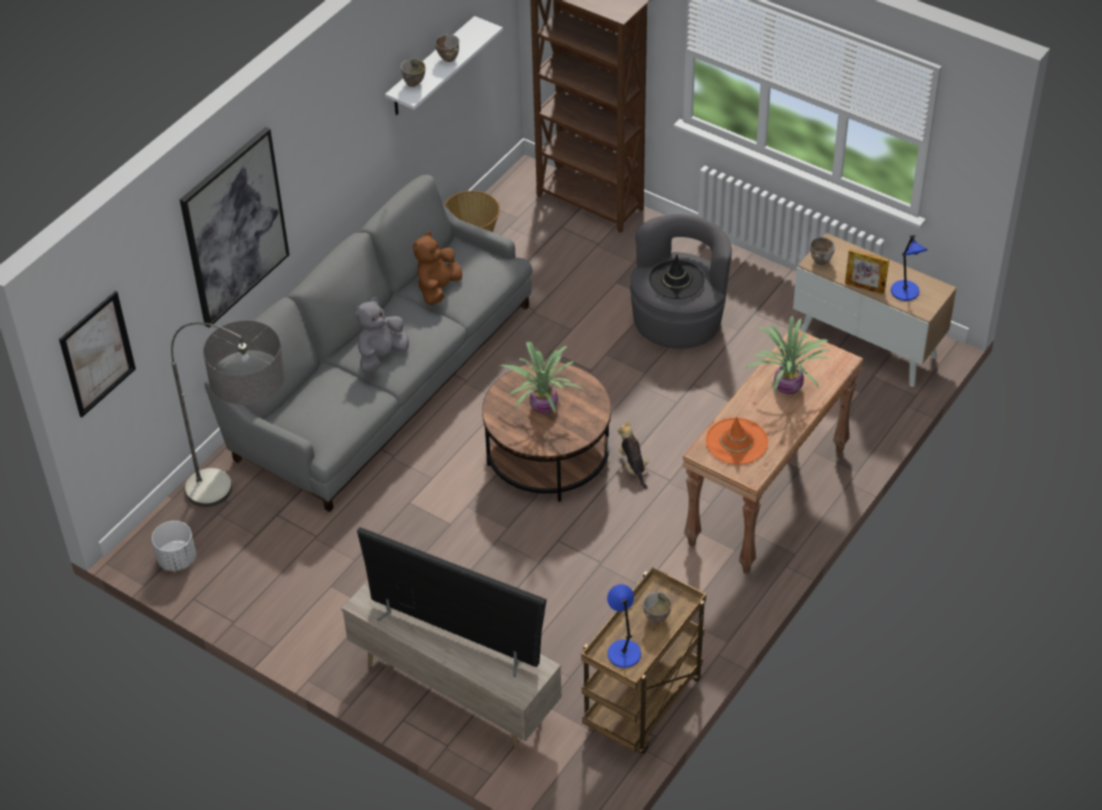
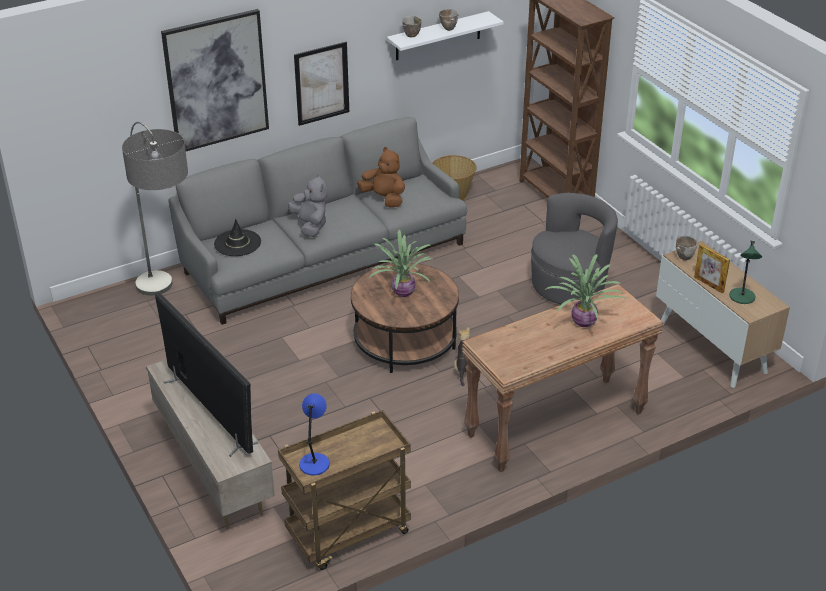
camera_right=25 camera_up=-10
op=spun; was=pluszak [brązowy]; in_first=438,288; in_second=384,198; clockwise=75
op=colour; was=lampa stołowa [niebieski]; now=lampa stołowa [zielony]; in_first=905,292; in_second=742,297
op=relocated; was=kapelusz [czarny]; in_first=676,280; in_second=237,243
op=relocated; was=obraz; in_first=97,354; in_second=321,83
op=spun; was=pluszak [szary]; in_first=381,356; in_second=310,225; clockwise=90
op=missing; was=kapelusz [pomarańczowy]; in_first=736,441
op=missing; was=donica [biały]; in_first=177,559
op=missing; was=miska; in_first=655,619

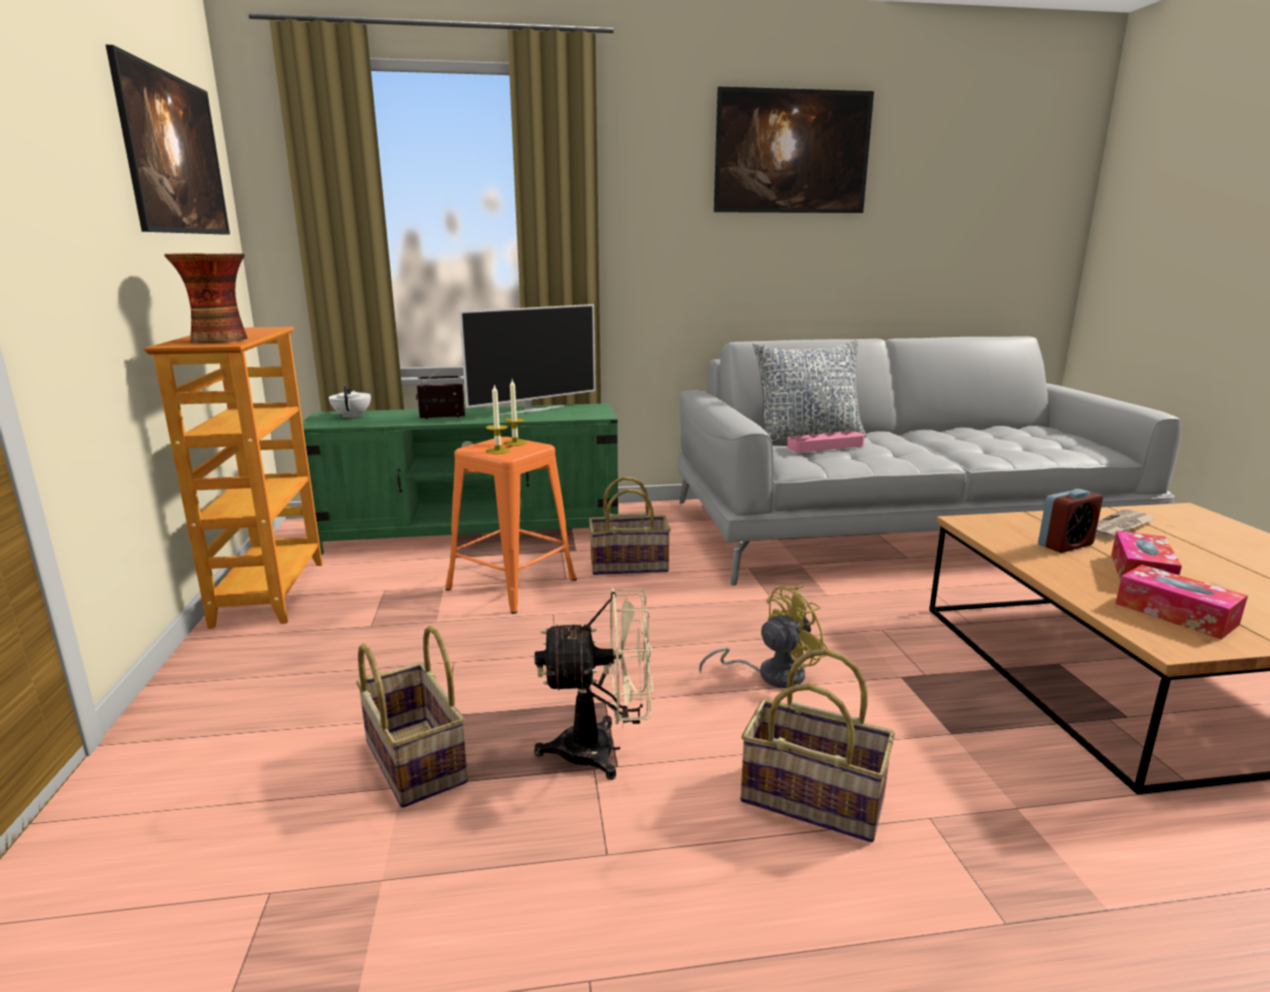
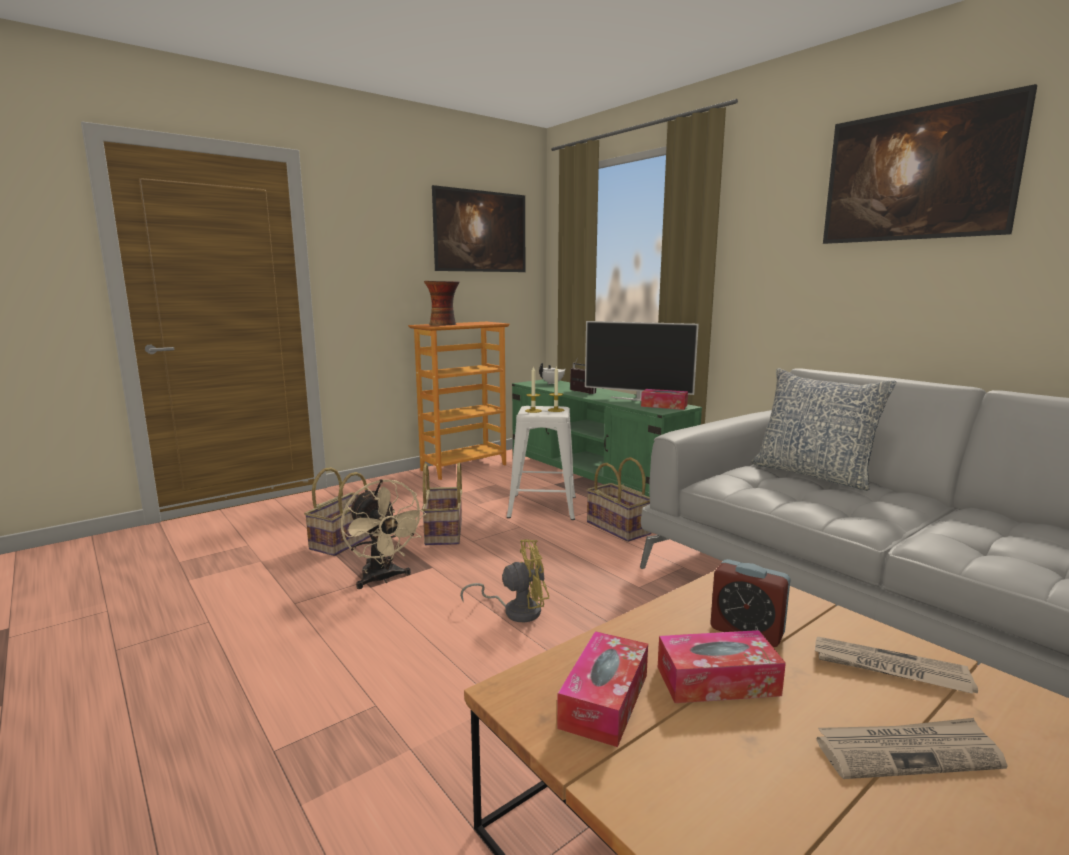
camera_right=60 camera_up=-5
op=missing; was=taca [różowy]; in_first=825,446
op=colour; was=stołek [pomarańczowy]; now=stołek [biały]; in_first=512,584; in_second=542,506
op=spun; was=wentylator [żółty]; in_first=771,674; in_second=516,610; clockwise=-45
op=relocated; was=koszyk; in_first=813,798; in_second=445,532
op=appeared; now=pudełko chusteczek; in_second=664,406
op=appeared; now=gazeta; in_second=908,752

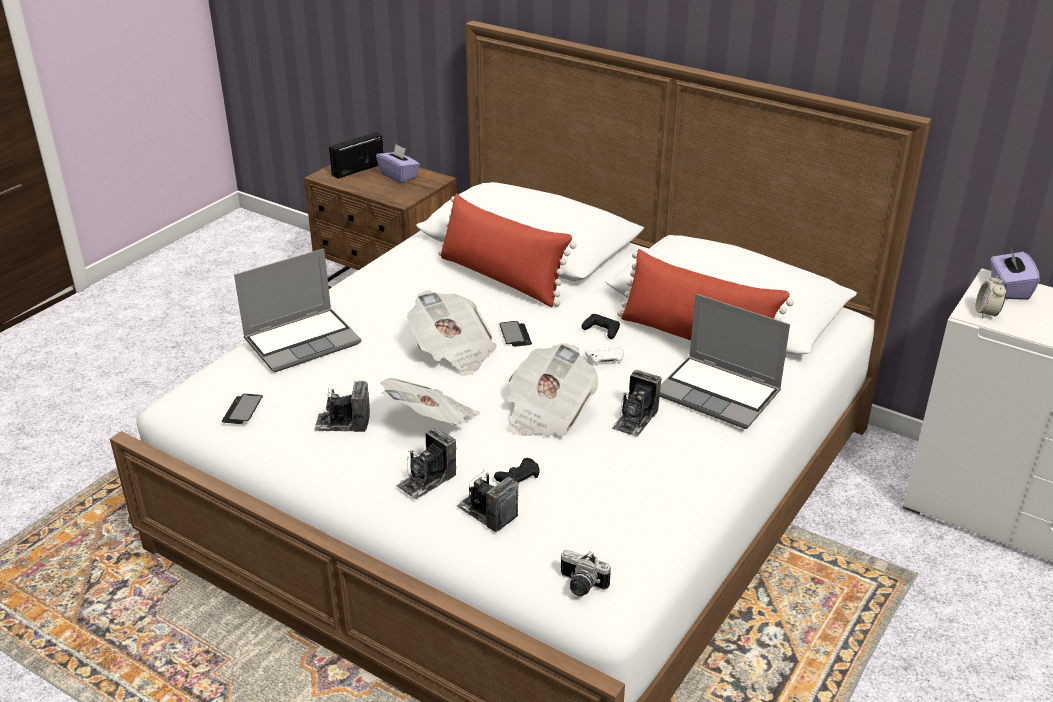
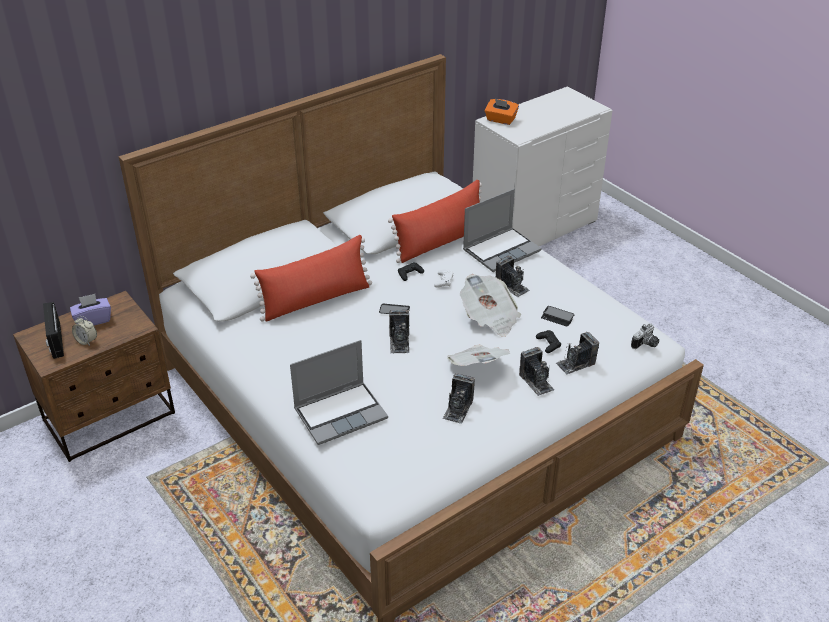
camera_right=-70 camera_up=5
op=spun; was=laptop; in_first=303,341; in_second=341,413; clockwise=75
op=colour; was=pudełko chusteczek [fioletowy]; now=pudełko chusteczek [pomarańczowy]; in_first=1008,289; in_second=500,120
op=relocated; was=budzik; in_first=986,313; in_second=87,341
op=exchanged; was=gazeta; now=aparat fotograficzny; in_first=453,352; in_second=399,342
op=relocated; was=telefon; in_first=242,410; in_second=557,317

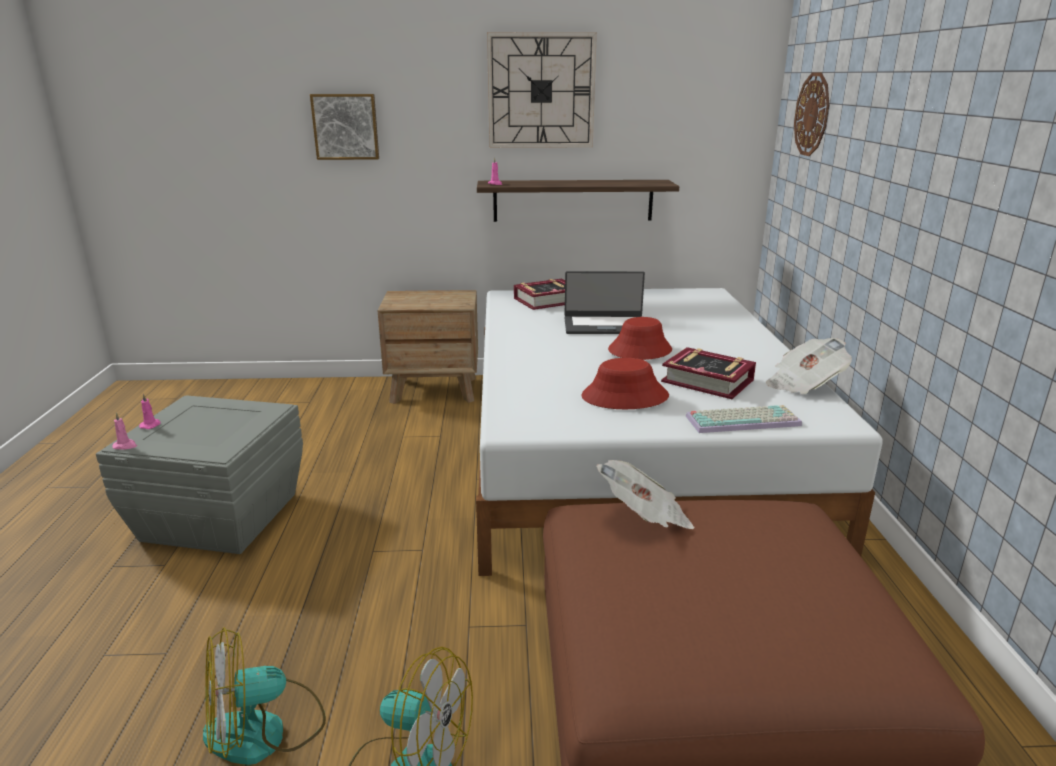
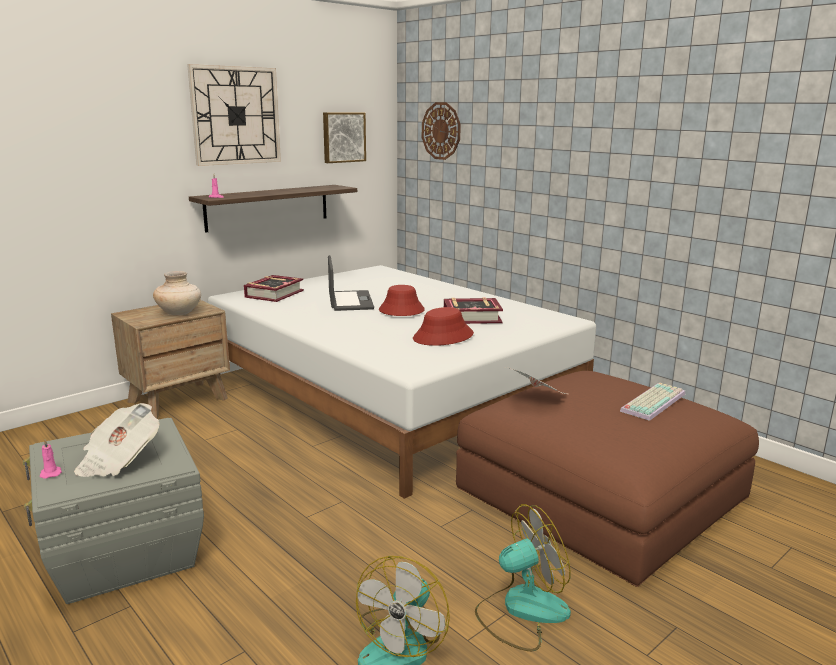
camera_right=-40 camera_up=-5
op=relocated; was=obraz; in_first=346,126; in_second=343,137
op=spun; was=laptop; in_first=604,325; in_second=349,301; clockwise=-60
op=relocated; was=gazeta; in_first=804,384; in_second=118,460
op=relocated; was=klawiatura; in_first=743,420; in_second=652,401
op=missing; was=świeca [różowy]; in_first=125,446
op=appeared; now=wazon [beżowy]; in_second=179,313

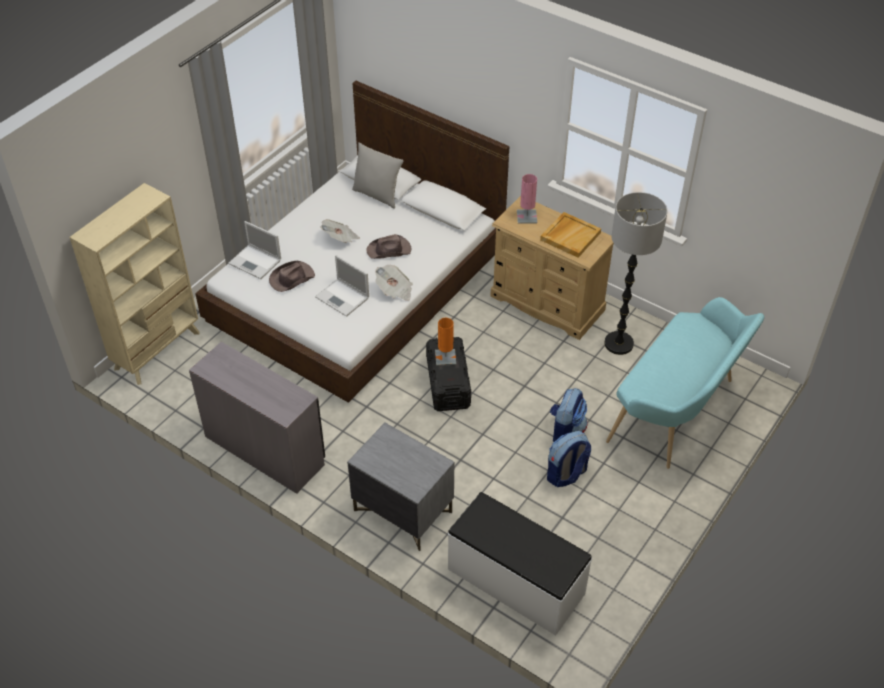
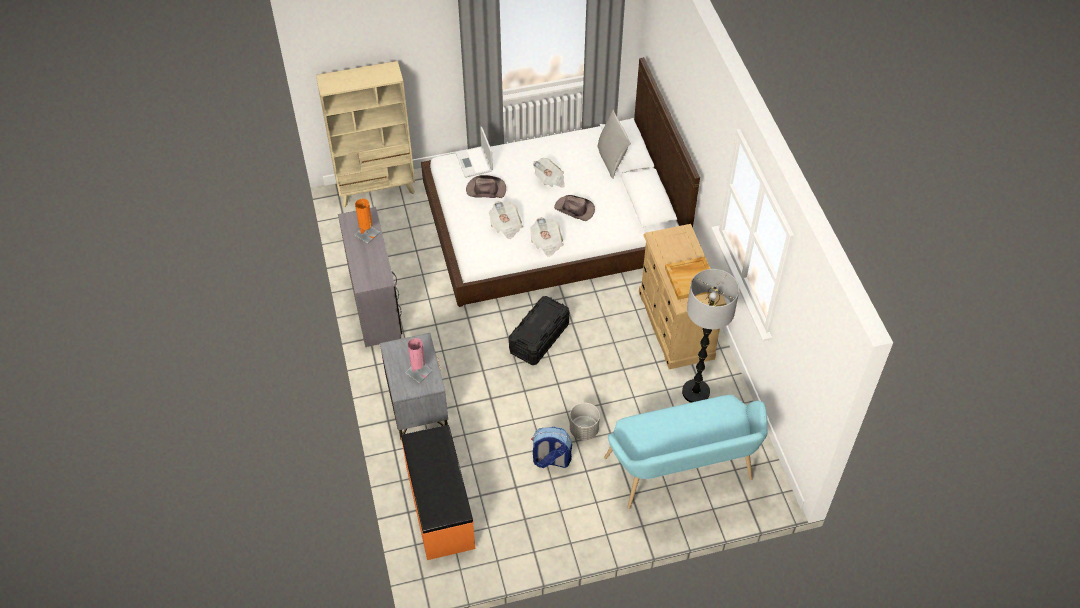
camera_right=40 camera_up=5
op=relocated; was=lampa stołowa [różowy]; in_first=526,217; in_second=419,372
op=exchanged; was=laptop; now=gazeta; in_first=343,298; in_second=506,226
op=relocated; was=lampa stołowa [pomarańczowy]; in_first=445,357; in_second=367,234
op=exchanged; was=plecak; now=donica [szary]; in_first=565,431; in_second=584,429
op=colour; was=ławka [biały]; now=ławka [pomarańczowy]; in_first=515,582; in_second=439,506

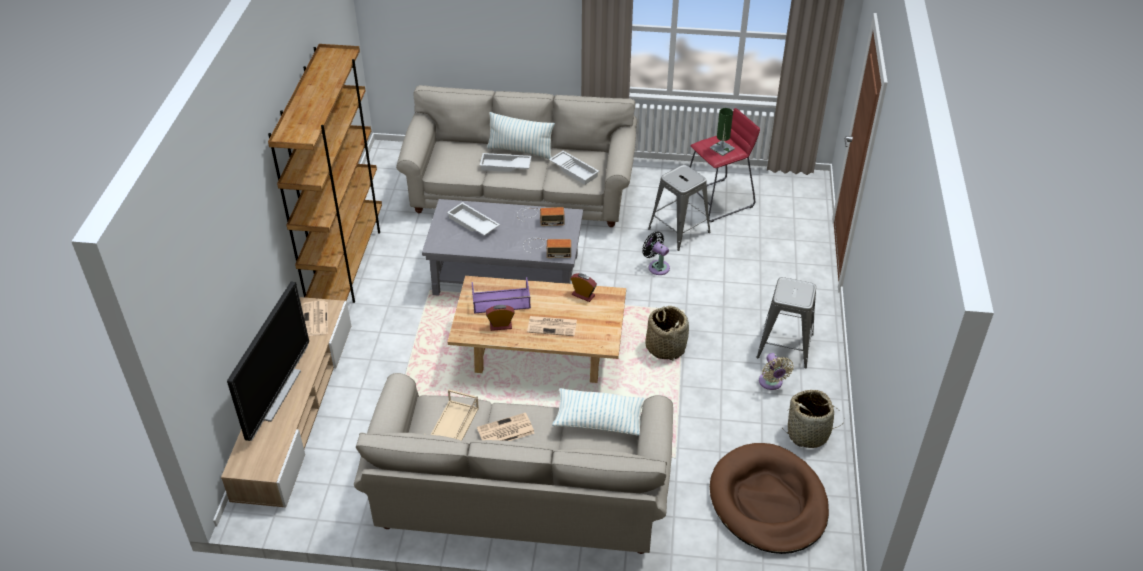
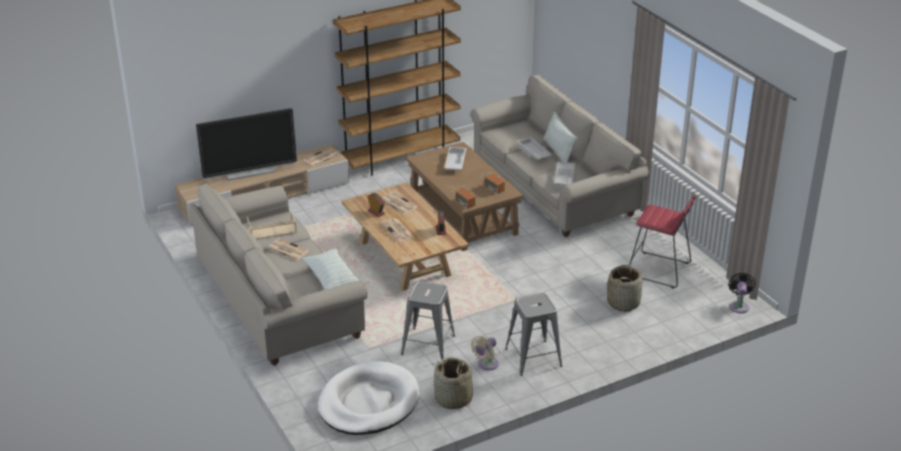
camera_right=55 camera_up=-10
op=missing; was=lampa stołowa [zielony]; in_first=722,148
op=relocated; was=stołek [szary]; in_first=678,230; in_second=428,345
op=colour; was=ława [szary]; now=ława [brązowy]; in_first=507,274; in_second=463,216
op=relocated; was=wentylator [czarny]; in_first=657,266; in_second=739,306
op=exchanged; was=taca [fioletowy]; now=gazeta; in_first=500,301; in_second=398,203
op=relocated; was=koszyk; in_first=665,347; in_second=623,302
op=colour; was=legowisko [brązowy]; now=legowisko [biały]; in_first=768,502; in_second=368,403

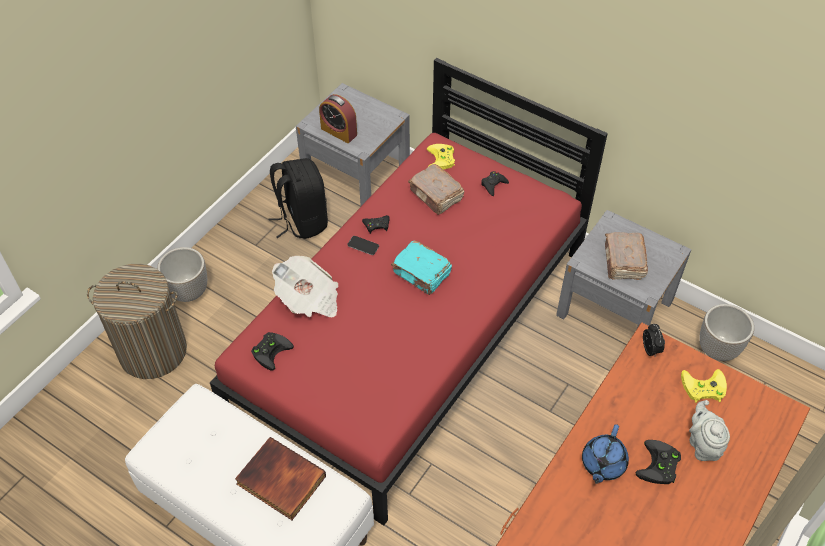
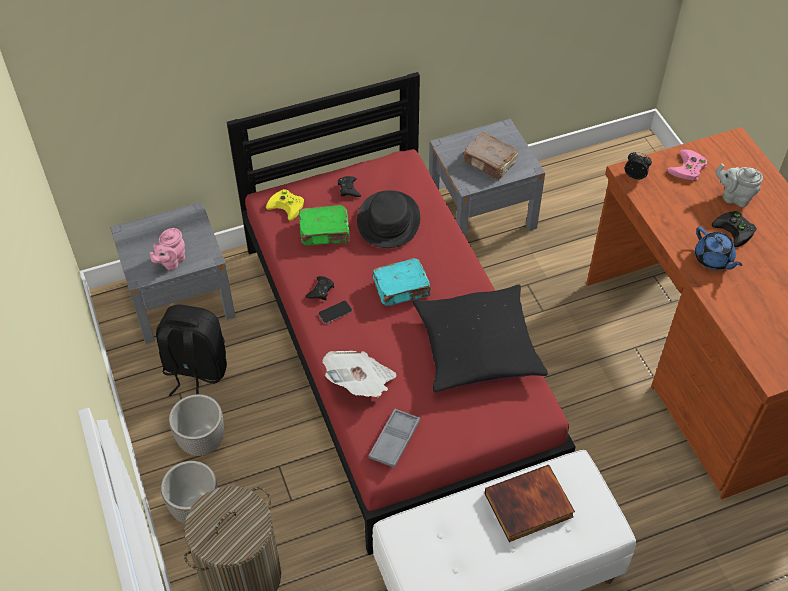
camera_right=-55 camera_up=0
op=exchanged; was=budzik; now=imbryk [różowy]; in_first=339,131; in_second=171,262
op=colour; was=książka [brązowy]; now=książka [zielony]; in_first=436,196; in_second=325,232
op=relocated; was=donica; in_first=717,349; in_second=202,442
op=exchanged; was=pad do gier [czarny]; now=taca [szary]; in_first=271,350; in_second=394,440
op=colour; was=pad do gier [żółty]; now=pad do gier [różowy]; in_first=702,388; in_second=688,169
op=appeared; now=kapelusz [czarny]; in_second=389,220
op=appeared; now=poduszka [czarny]; in_second=477,346

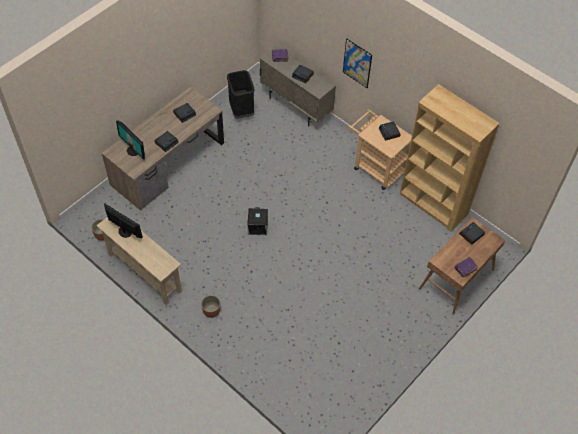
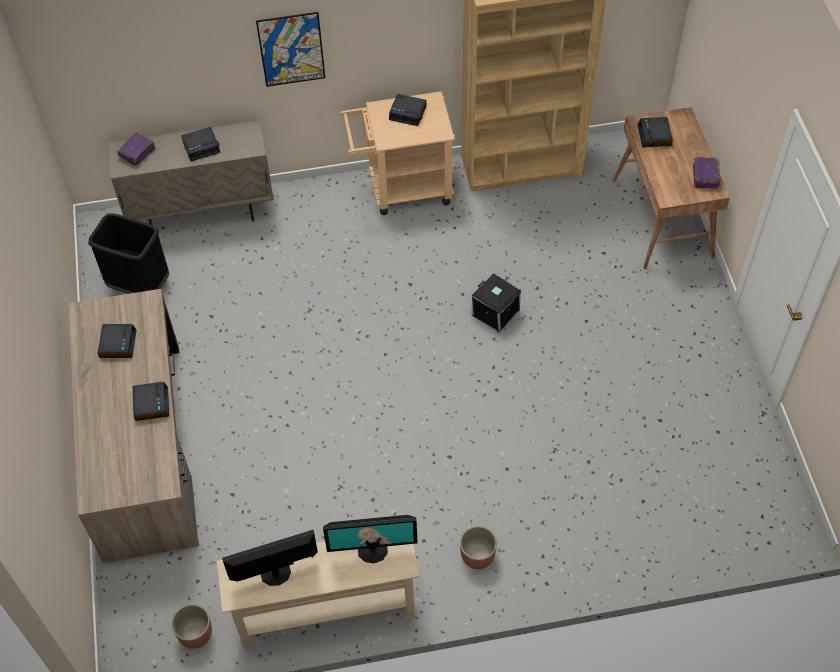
camera_right=-50 camera_up=0
op=relocated; was=monitor; in_first=133,150; in_second=372,549
op=relocated; was=pojemnik do przechowywania [czarny]; in_first=258,227; in_second=496,312

